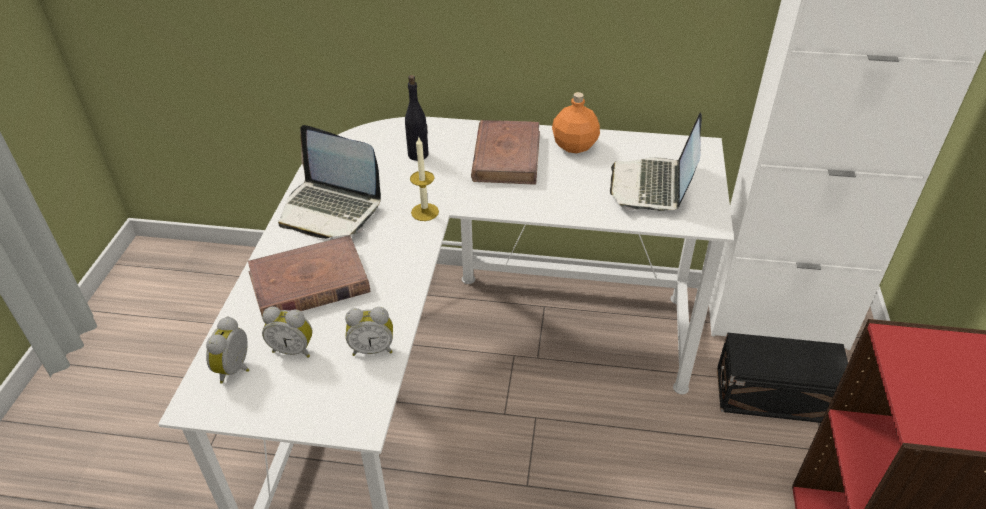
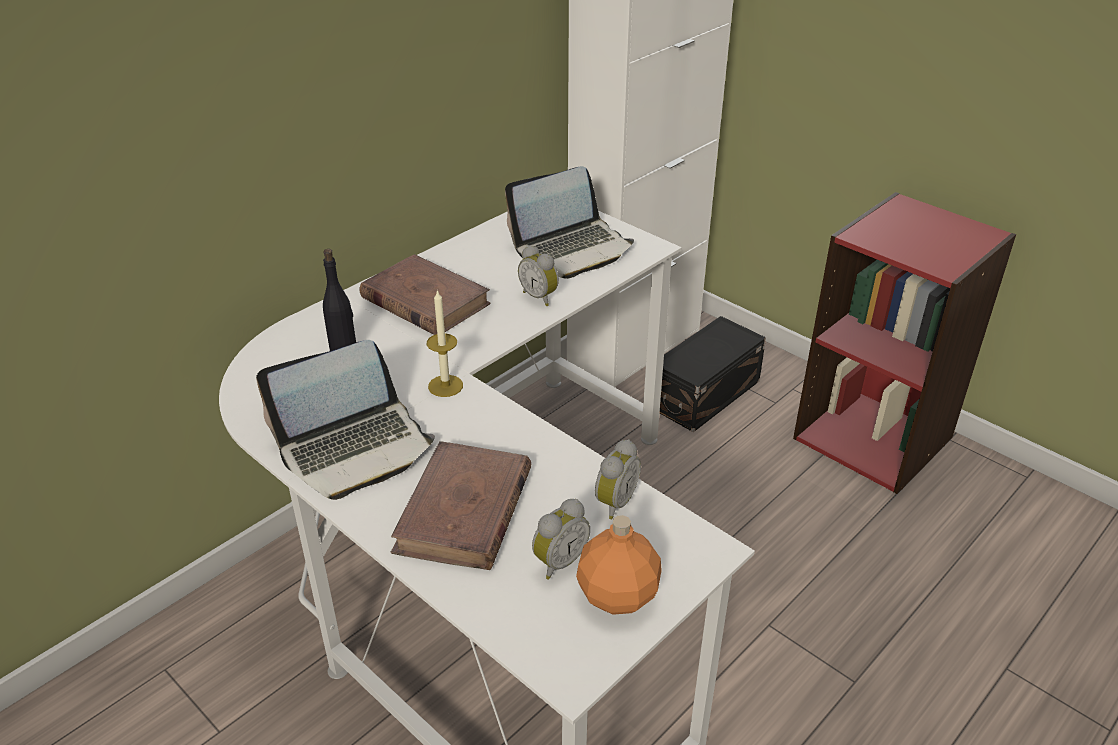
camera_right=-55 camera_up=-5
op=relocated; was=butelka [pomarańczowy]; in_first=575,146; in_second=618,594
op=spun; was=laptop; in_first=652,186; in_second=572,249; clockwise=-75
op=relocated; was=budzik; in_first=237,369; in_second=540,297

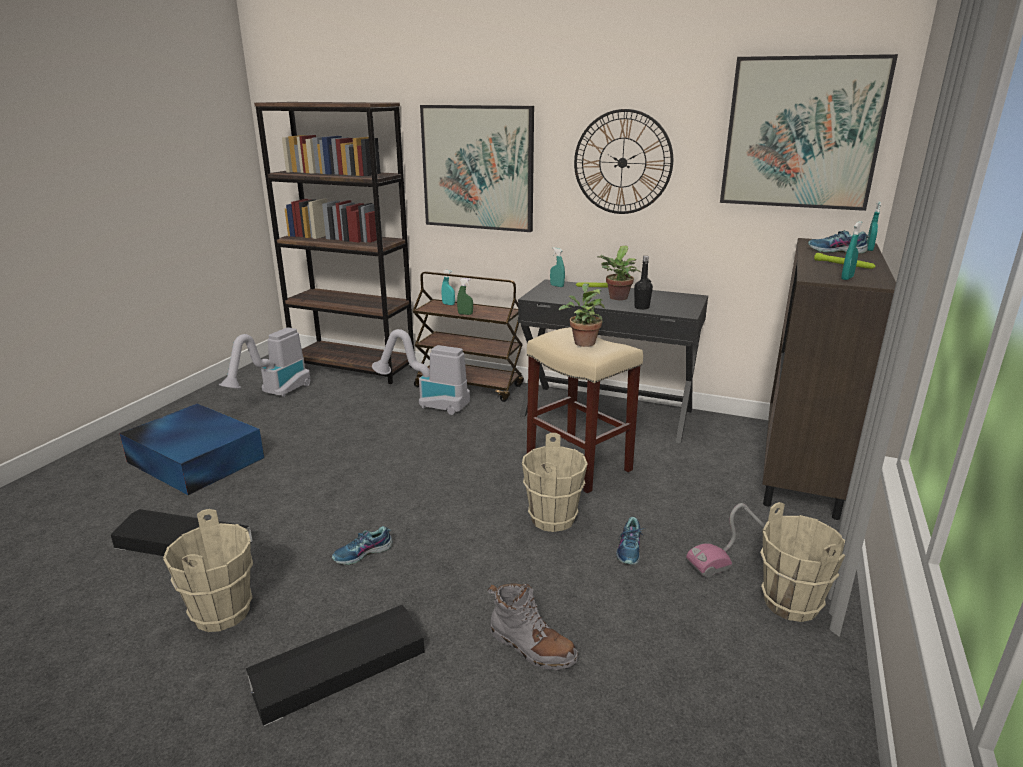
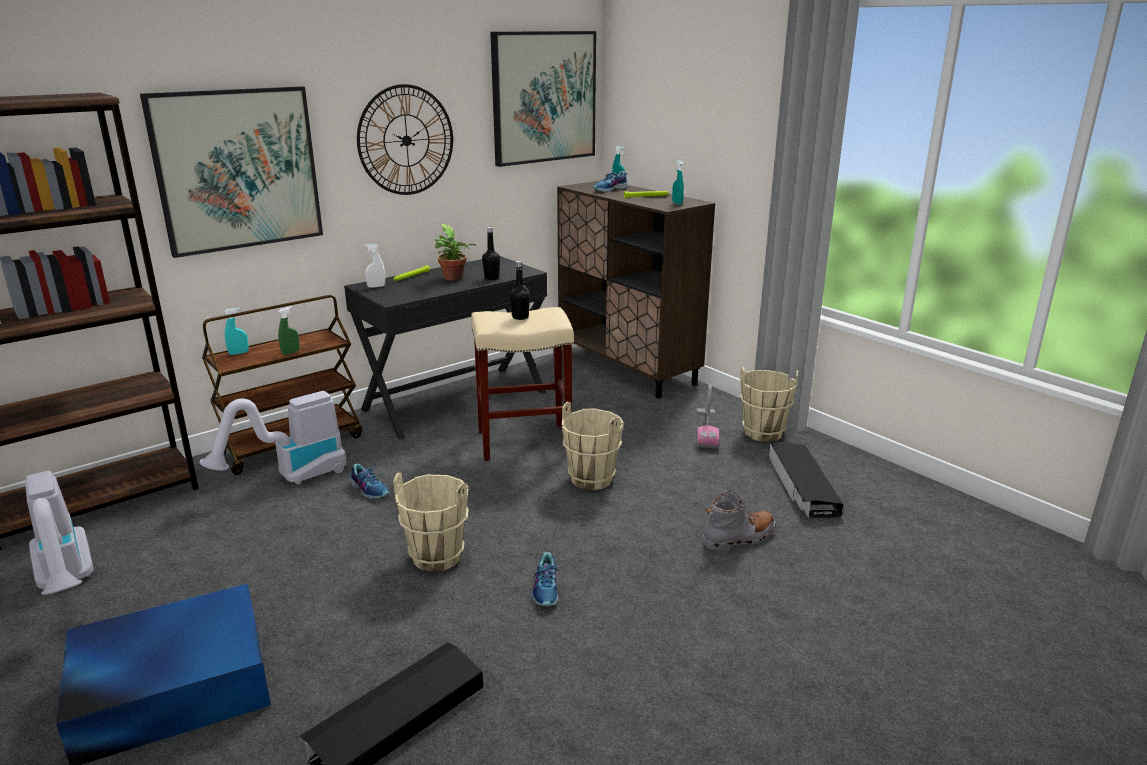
camera_right=-60 camera_up=0
op=colour; was=spryskiwacz [turkusowy]; now=spryskiwacz [biały]; in_first=557,286; in_second=376,286
op=exchanged; was=roślina doniczkowa; now=butelka [czarny]; in_first=583,342; in_second=520,317
op=relocated; was=wiadro [beżowy]; in_first=223,612; in_second=437,556
op=relocated; was=but; in_first=630,549; in_second=370,489
op=relocated; was=pojemnik do przechowywania [czarny]; in_first=338,669; in_second=802,486

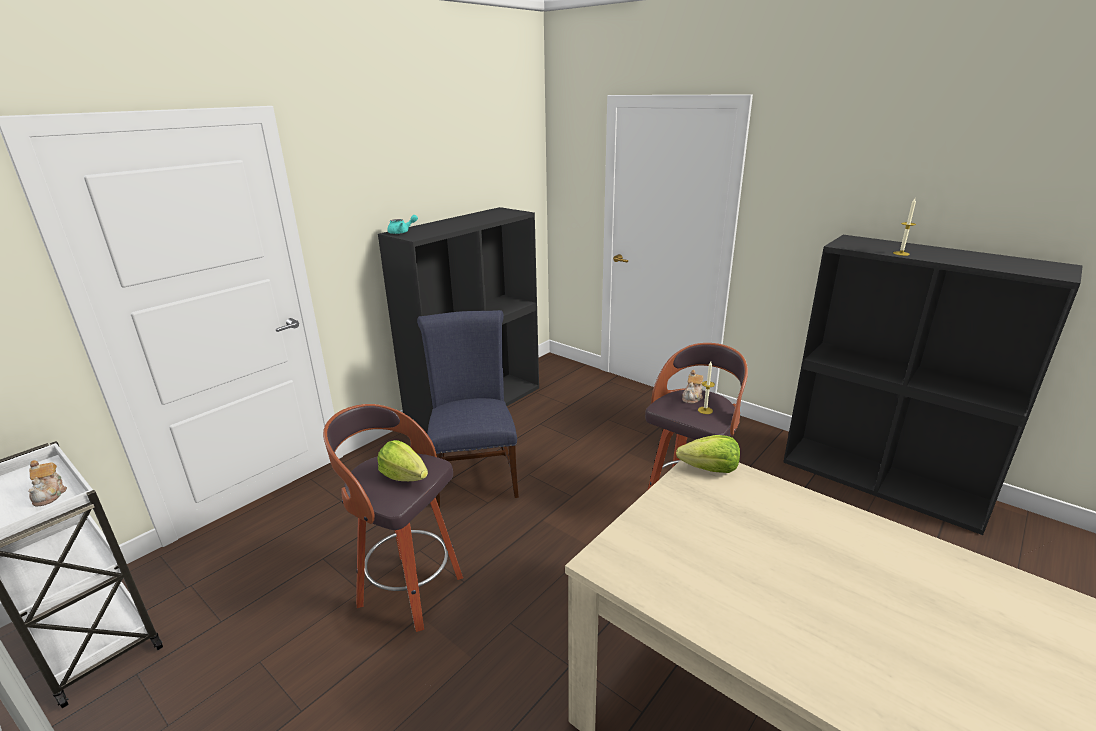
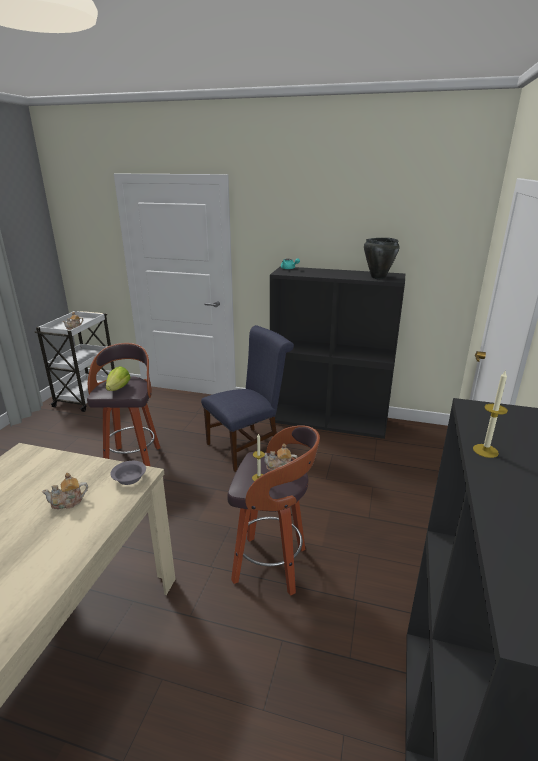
camera_right=65 camera_up=0
op=exchanged; was=sałata; now=miska [szary]; in_first=710,469; in_second=129,479
op=appeared; now=garnek [czarny]; in_second=377,277
op=appeared; now=imbryk; in_second=68,502

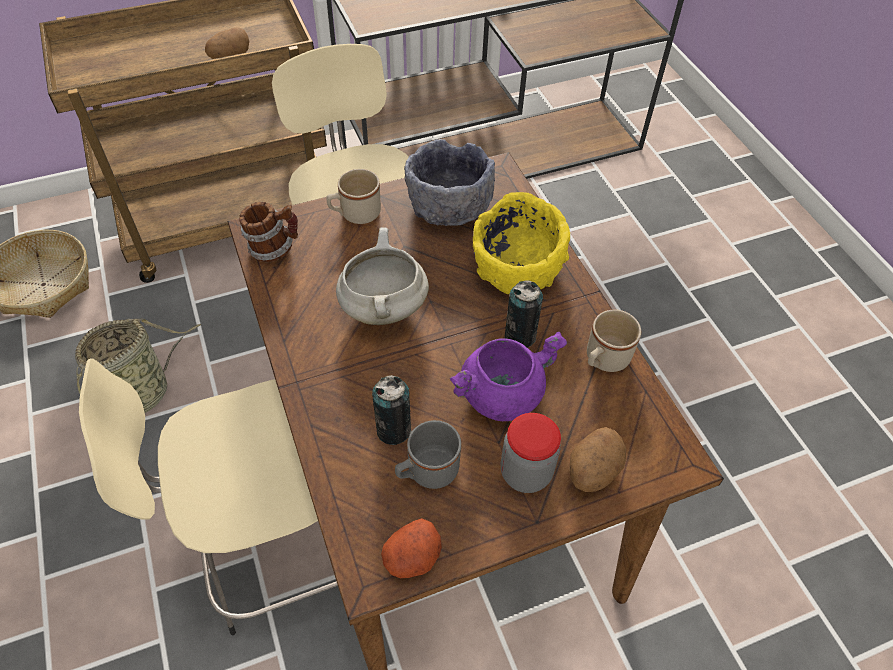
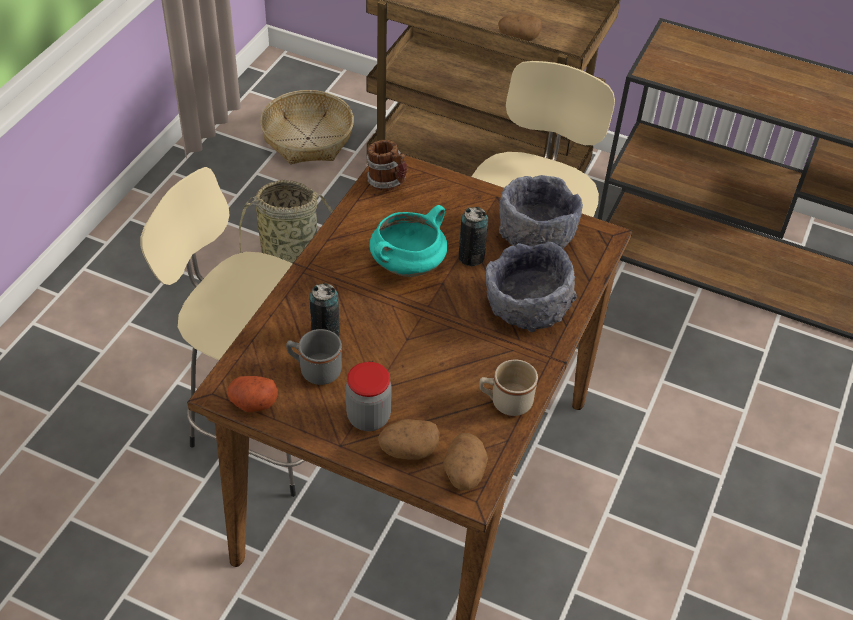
camera_right=45 camera_up=-5
op=missing; was=kubek [beżowy]; in_first=355,214
op=colour; was=miska [żółty]; now=miska [szary]; in_first=517,268; in_second=527,307
op=colour; was=garnek [biały]; now=garnek [turkusowy]; in_first=382,307; in_second=408,264
op=relocated; was=puszka; in_first=520,336; in_second=471,257
op=missing; was=garnek [fioletowy]; in_first=501,393
op=appeared; now=ziemniak; in_second=464,474

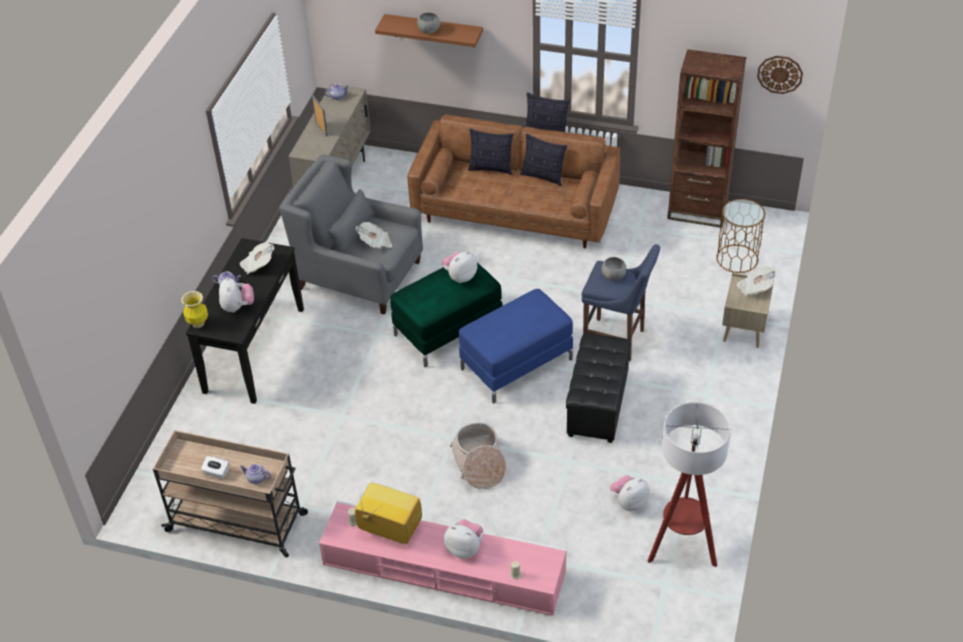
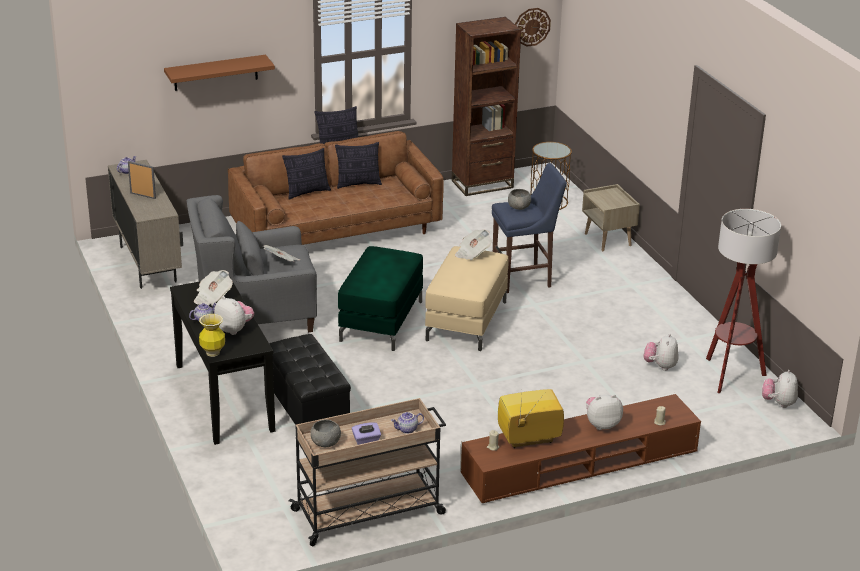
camera_right=-40 camera_up=-15
op=relocated; was=miska [szary]; in_first=429,30; in_second=326,443
op=relocated; was=pluszak; in_first=460,277; in_second=778,403
op=relocated; was=gazeta; in_first=754,288; in_second=472,253
op=colour; was=pufa [niebieski]; now=pufa [beżowy]; in_first=517,363; in_second=466,320
op=relocated; was=pufa [czarny]; in_first=597,405; in_second=307,409
op=missing; was=koszyk; in_first=479,463
op=colour; was=pudełko chusteczek [biały]; now=pudełko chusteczek [fioletowy]; in_first=216,472; in_second=366,440
op=colour; was=szafka pod telewizor [różowy]; now=szafka pod telewizor [brązowy]; in_first=443,569; in_second=579,463

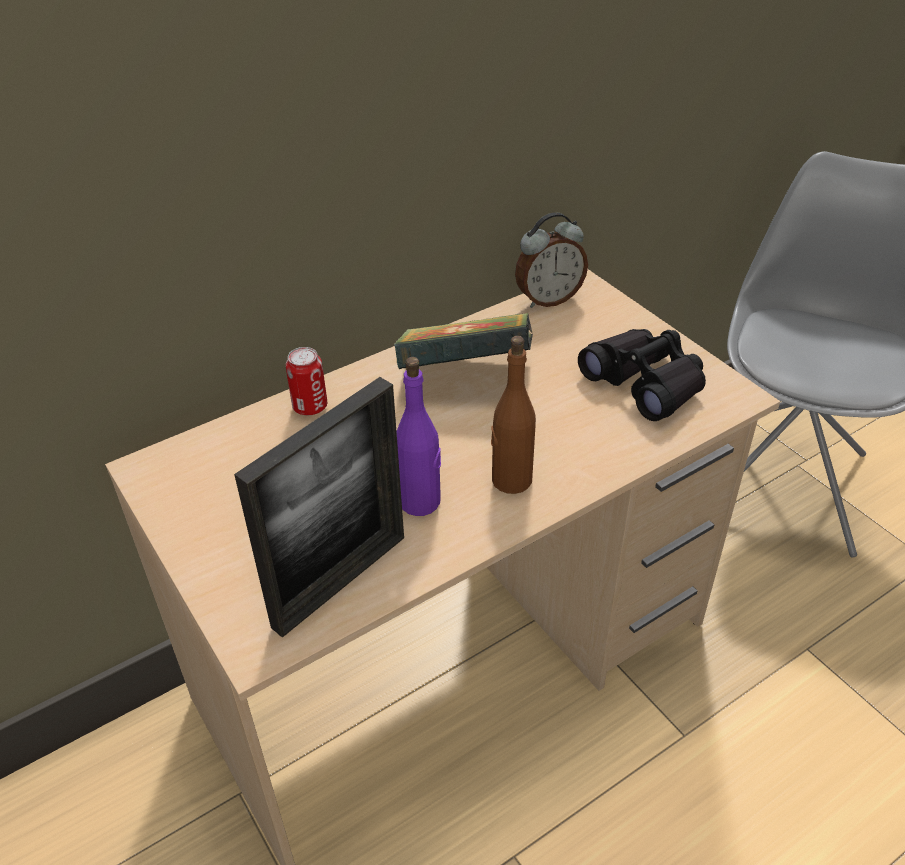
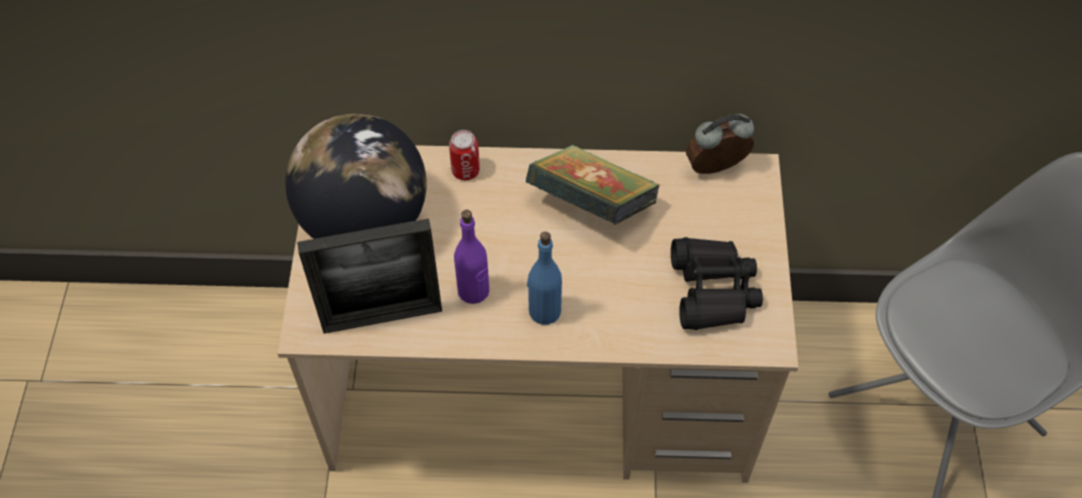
camera_right=35 camera_up=15
op=spun; was=budzik; in_first=548,299; in_second=716,169; clockwise=150
op=colour; was=butelka [brązowy]; now=butelka [niebieski]; in_first=511,480; in_second=544,311
op=appeared; now=globus; in_second=364,222

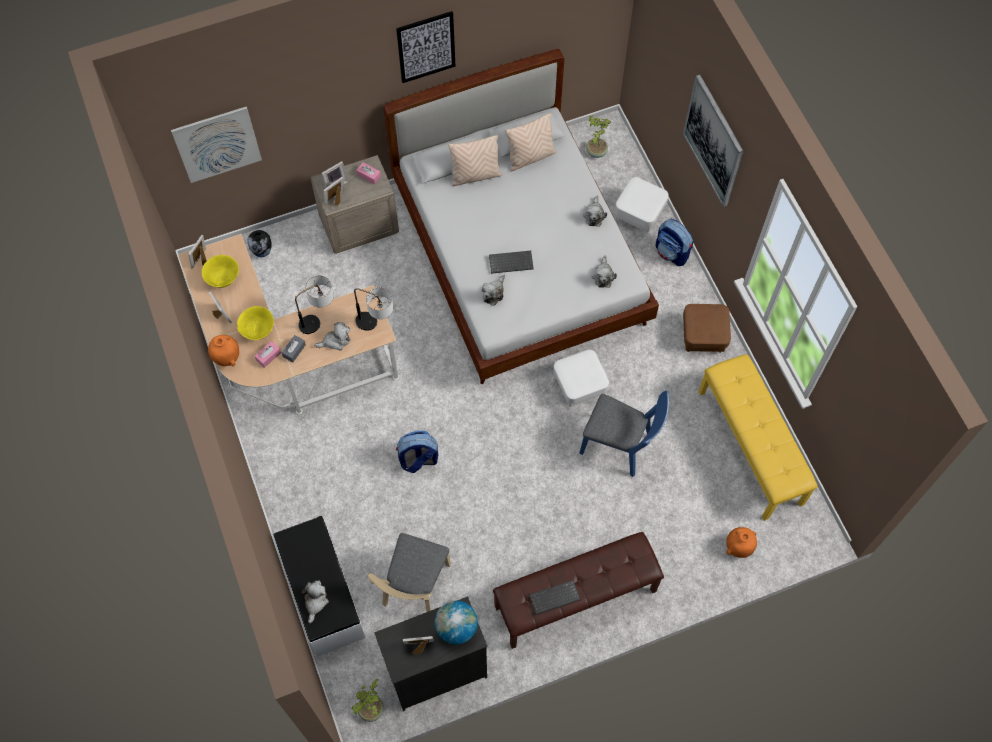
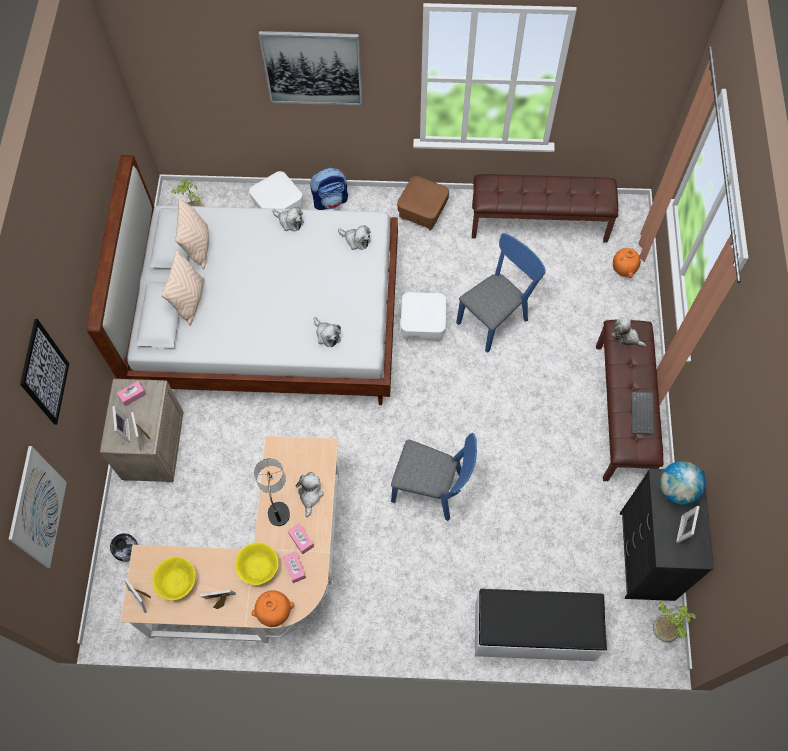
camera_right=-65 camera_up=0
op=relocated; was=obraz; in_first=426,47; in_second=44,373
op=missing; was=klawiatura; in_first=511,262
op=missing; was=lampa stołowa; in_first=376,325
op=colour; was=pudełko chusteczek [szary]; now=pudełko chusteczek [różowy]; in_first=294,351; in_second=301,540
op=colour; was=ławka [żółty]; now=ławka [brązowy]; in_first=751,447; in_second=539,223
op=exchanged; was=plecak; now=krzesło [niebieski]; in_first=418,460; in_second=433,490
op=missing; was=krzesło [beżowy]; in_first=415,590
op=relocated; was=pluszak; in_first=315,602; in_second=626,337

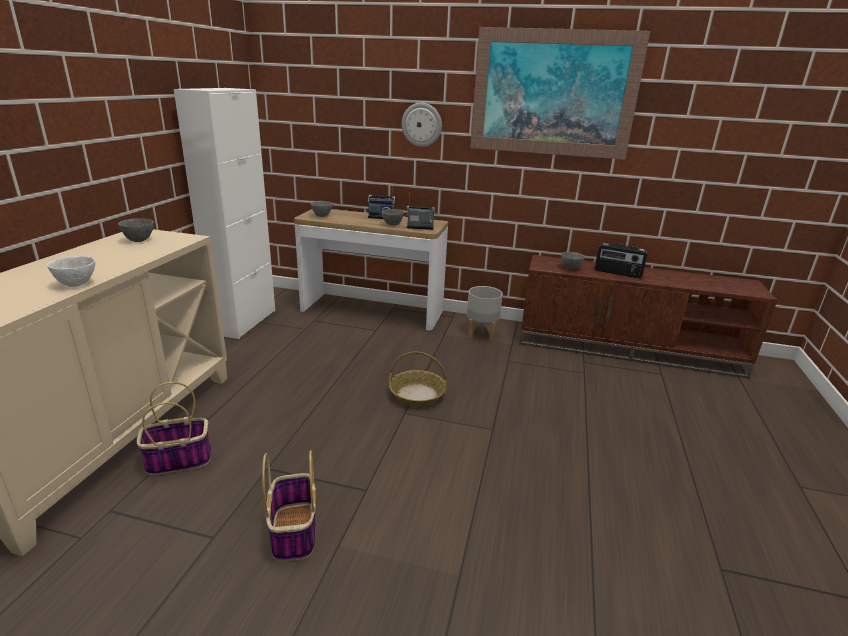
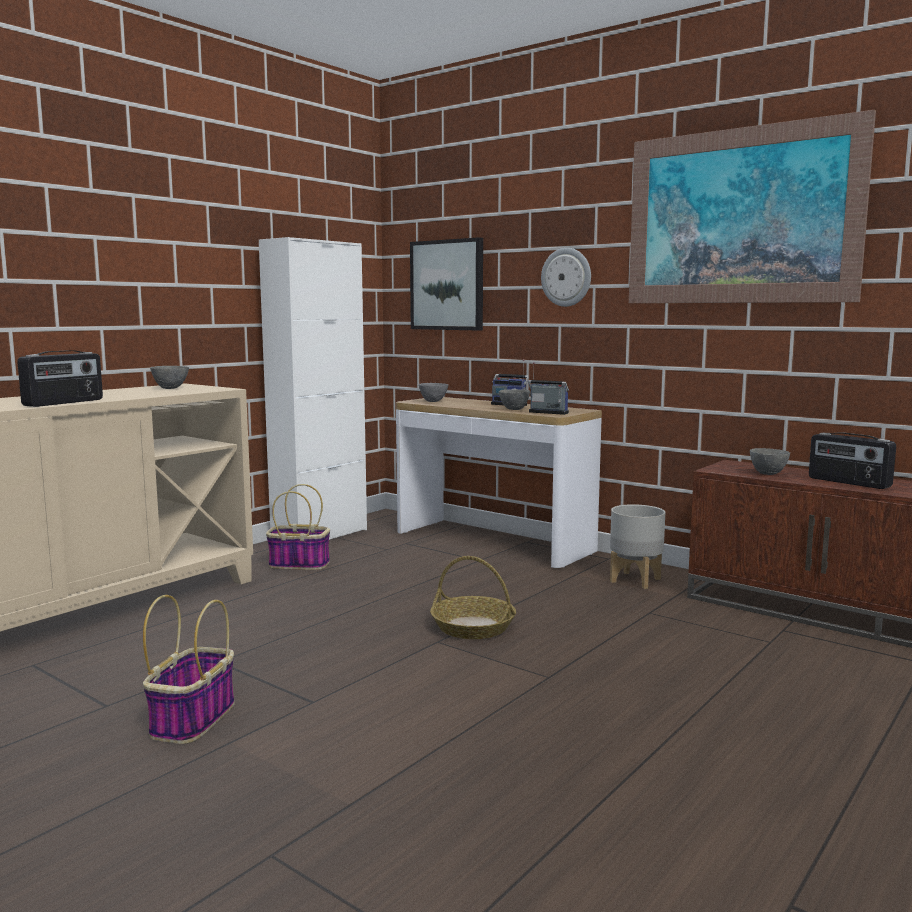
camera_right=25 camera_up=-15
op=exchanged; was=miska [biały]; now=radio; in_first=76,284; in_second=64,402
op=relocated; was=koszyk; in_first=177,461; in_second=298,564
op=appeared; now=obraz; in_second=447,285

